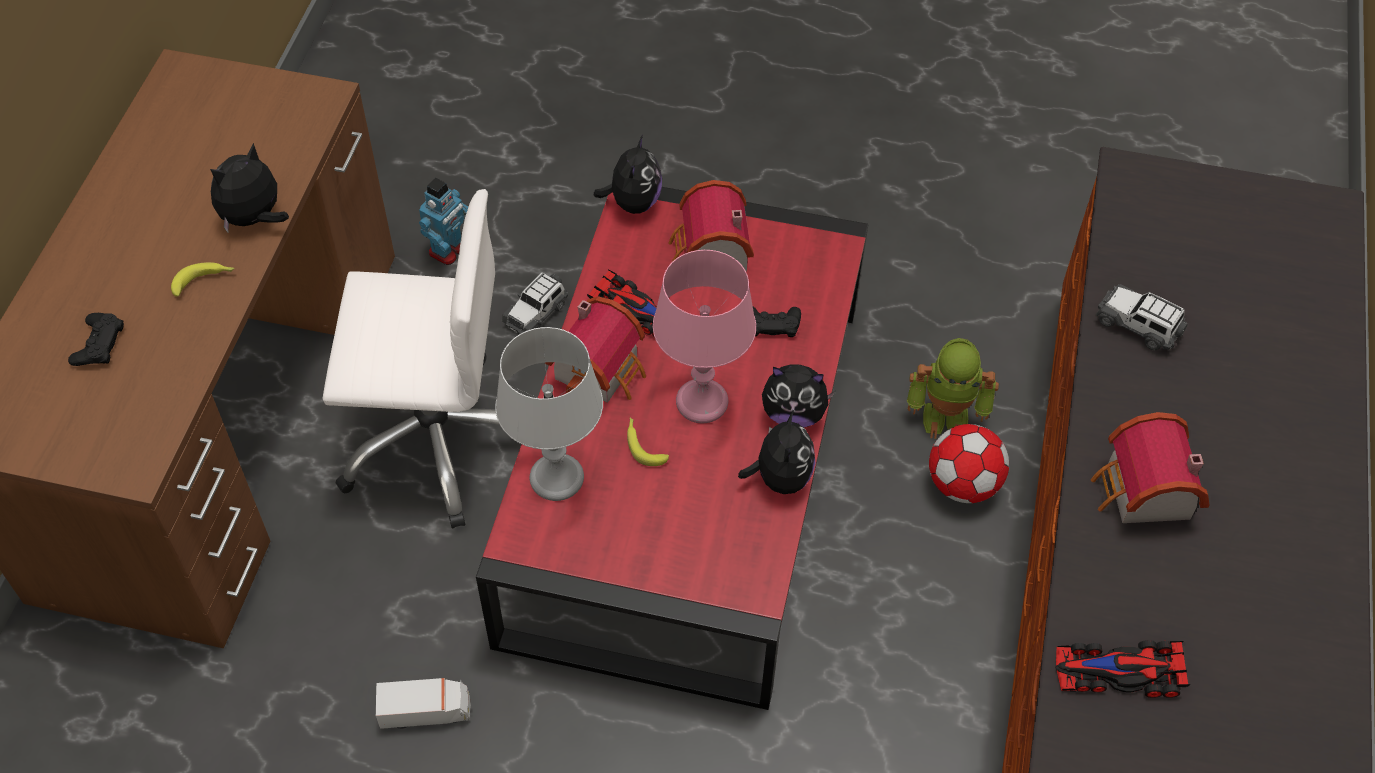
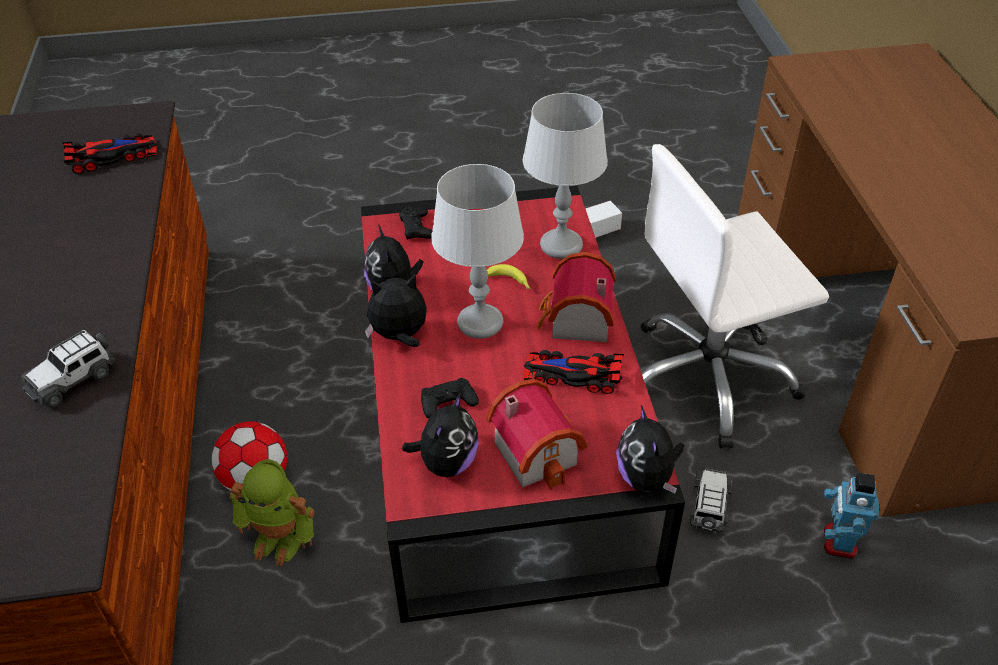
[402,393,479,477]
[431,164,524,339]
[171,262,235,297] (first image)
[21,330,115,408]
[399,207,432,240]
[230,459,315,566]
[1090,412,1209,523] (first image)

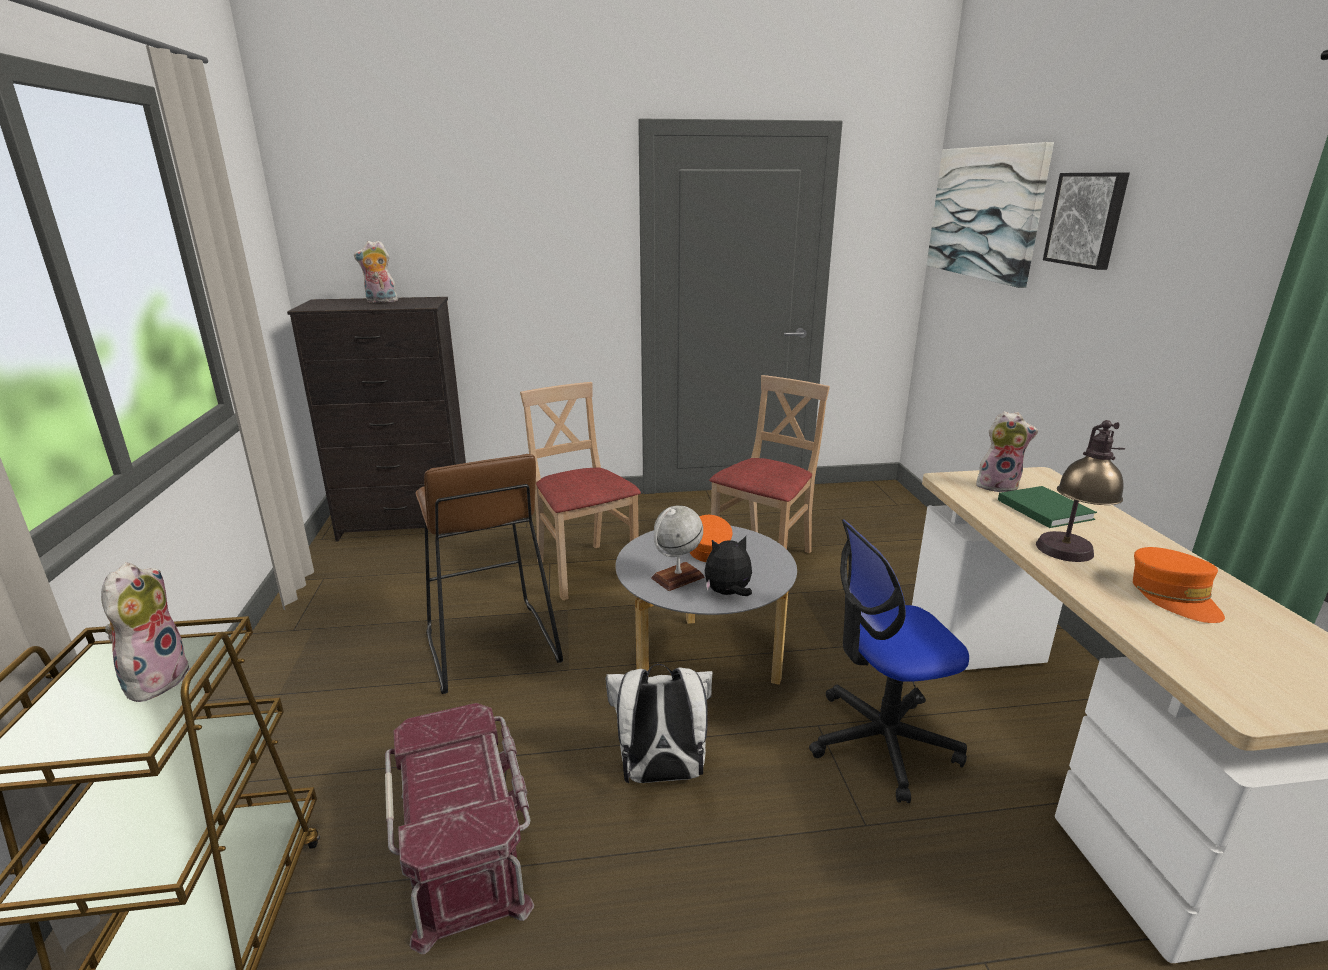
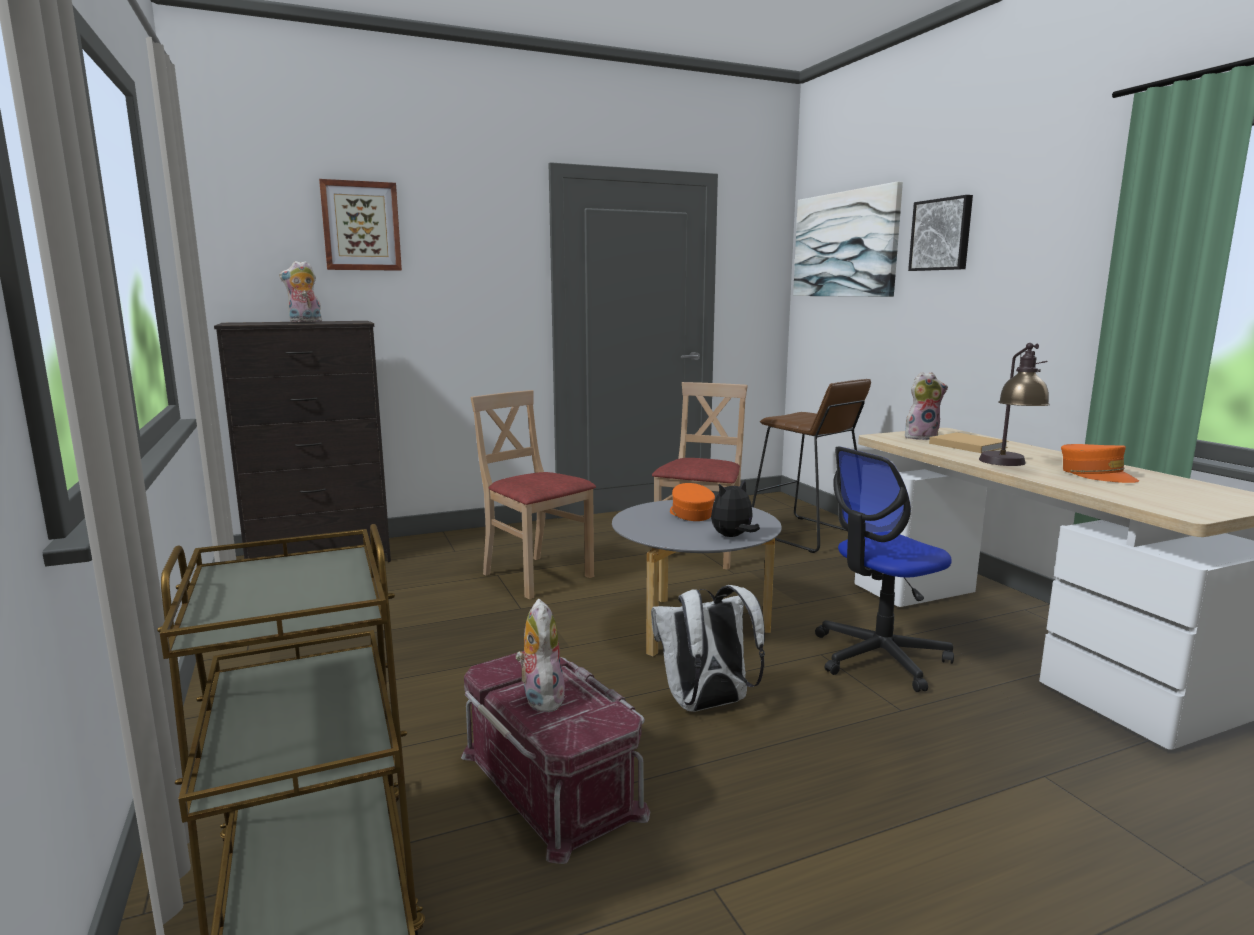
[752,379,871,553]
[929,432,1009,453]
[651,505,705,591] (first image)
[516,599,565,712]
[319,179,402,271]

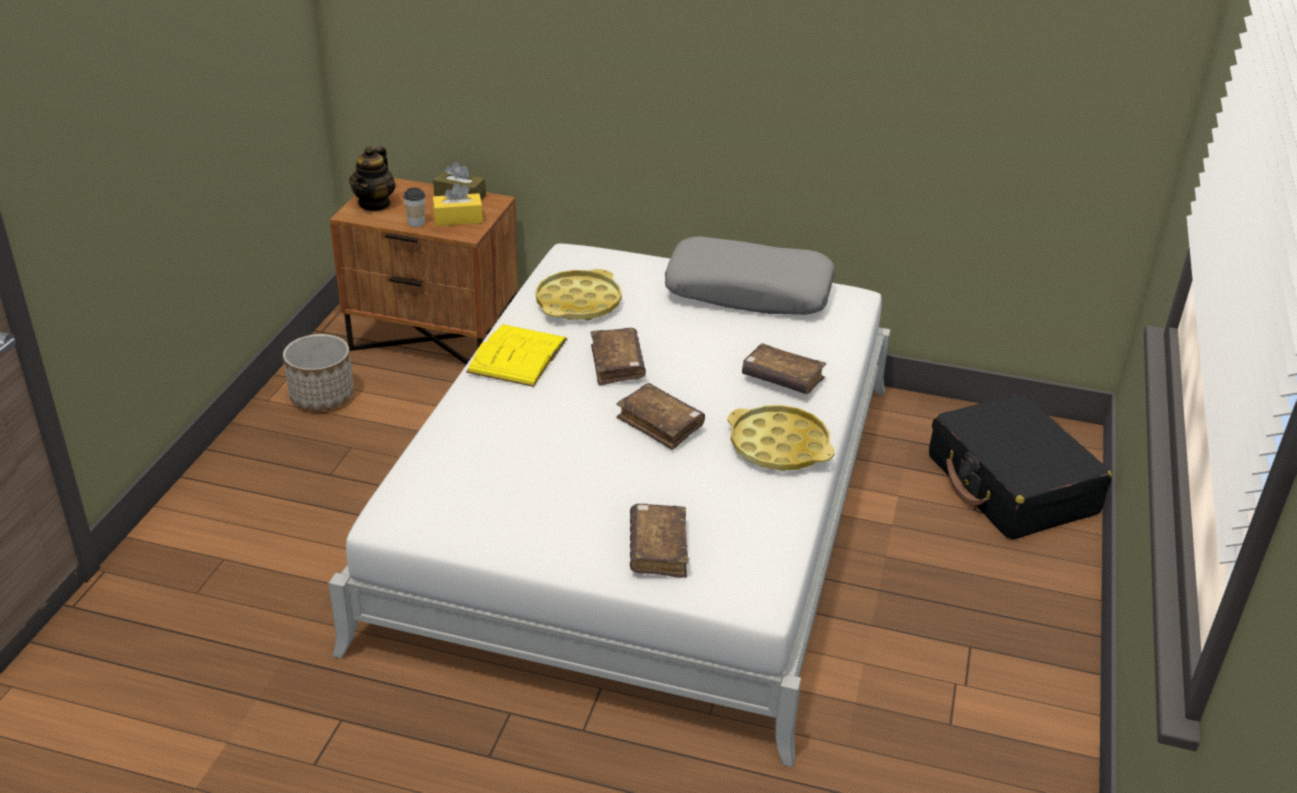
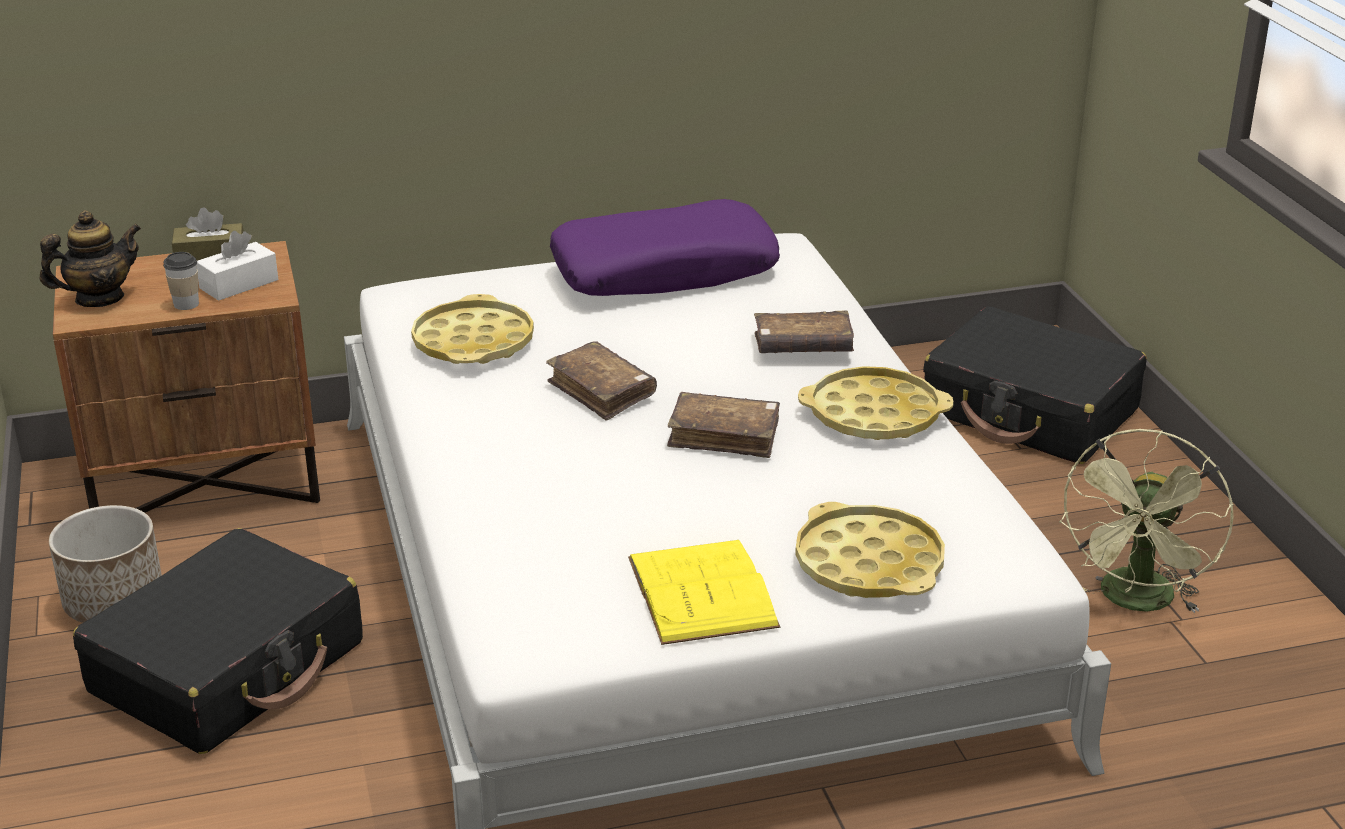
[40,210,141,307]
[197,231,278,301]
[550,199,780,296]
[628,540,780,645]
[795,502,945,598]
[1059,429,1234,613]
[73,528,363,754]

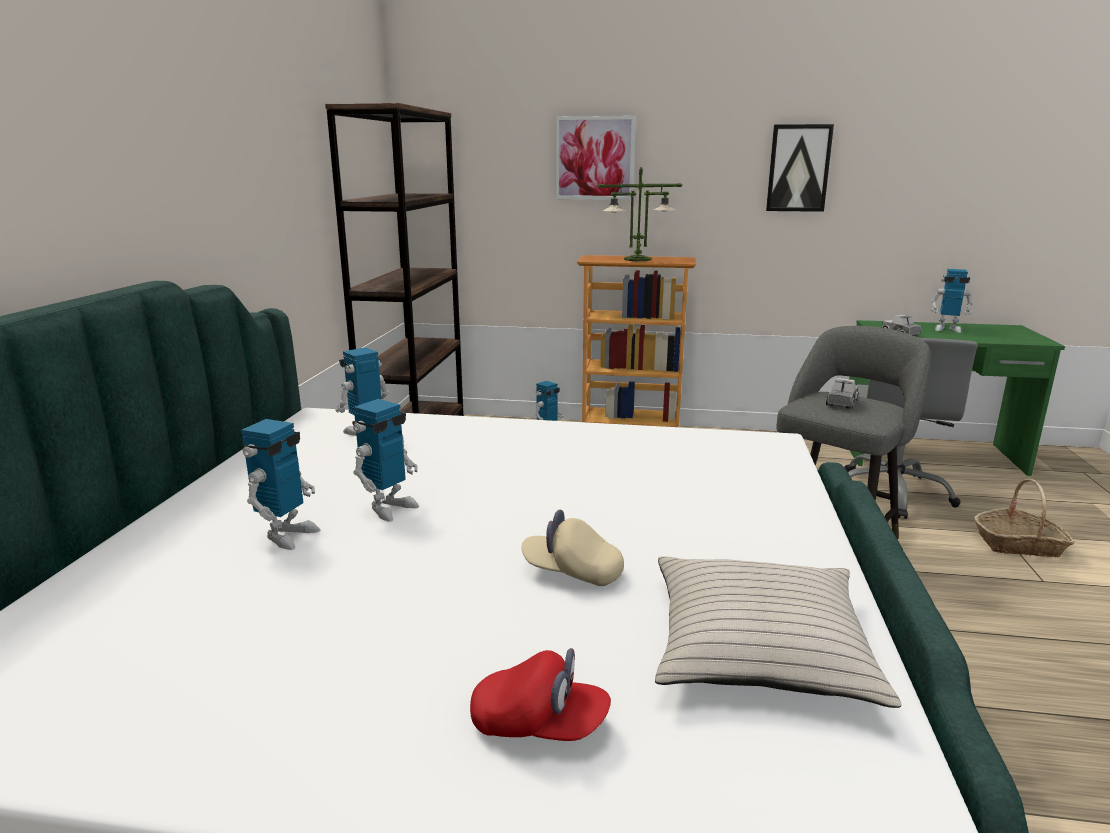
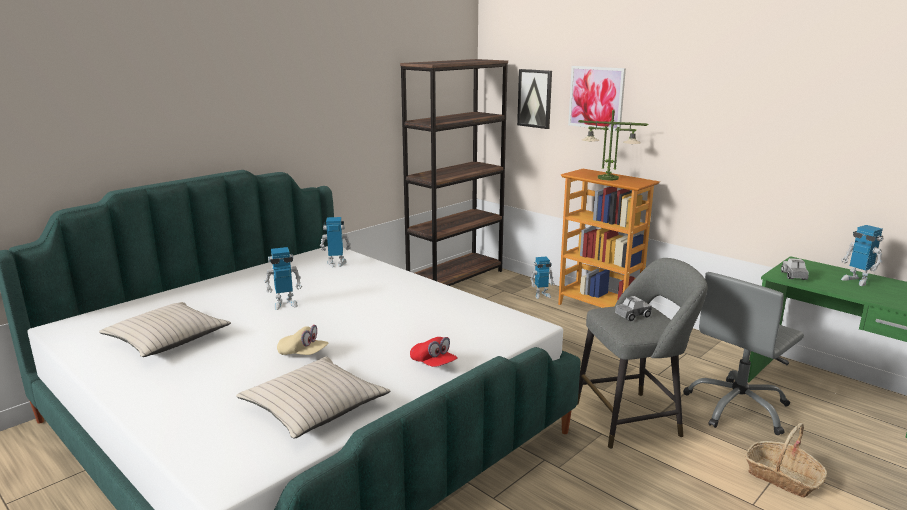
[517,69,552,129]
[241,419,320,550] (first image)
[277,325,328,355]
[410,337,458,367]
[99,302,231,357]

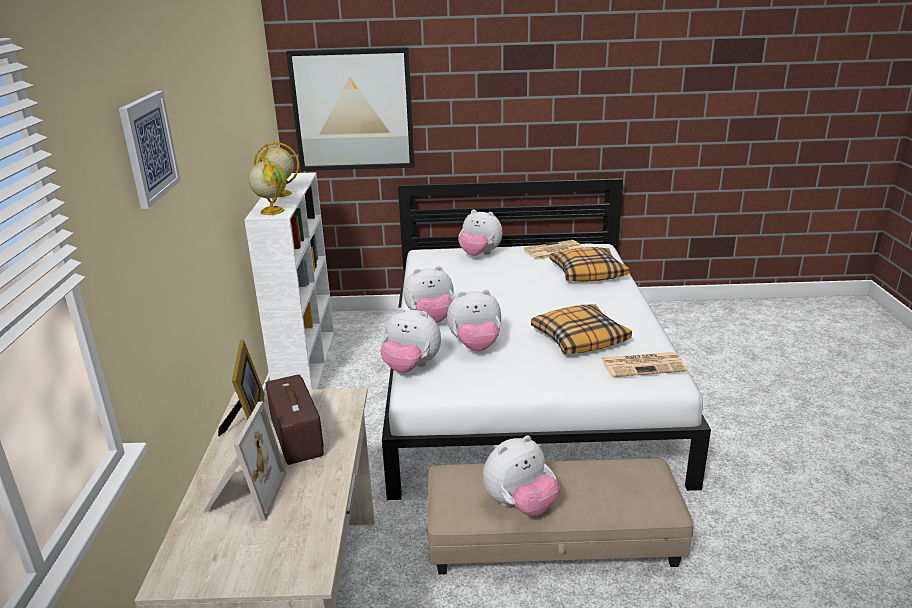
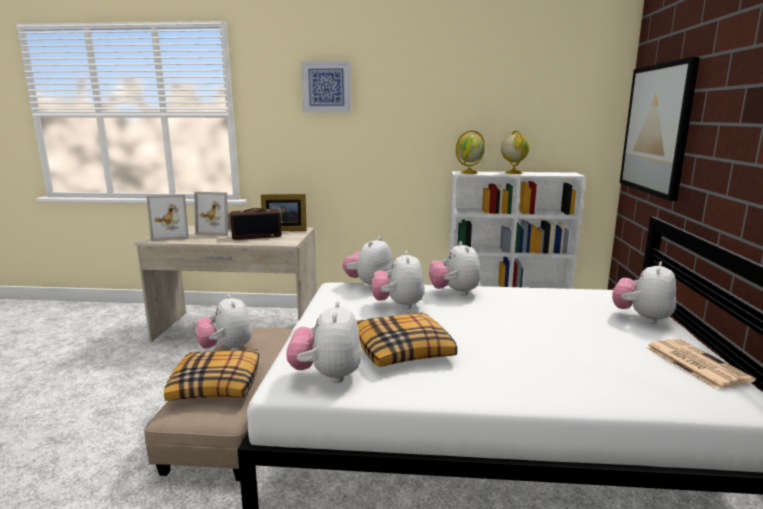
[164,350,259,401]
[286,301,362,383]
[147,194,189,241]

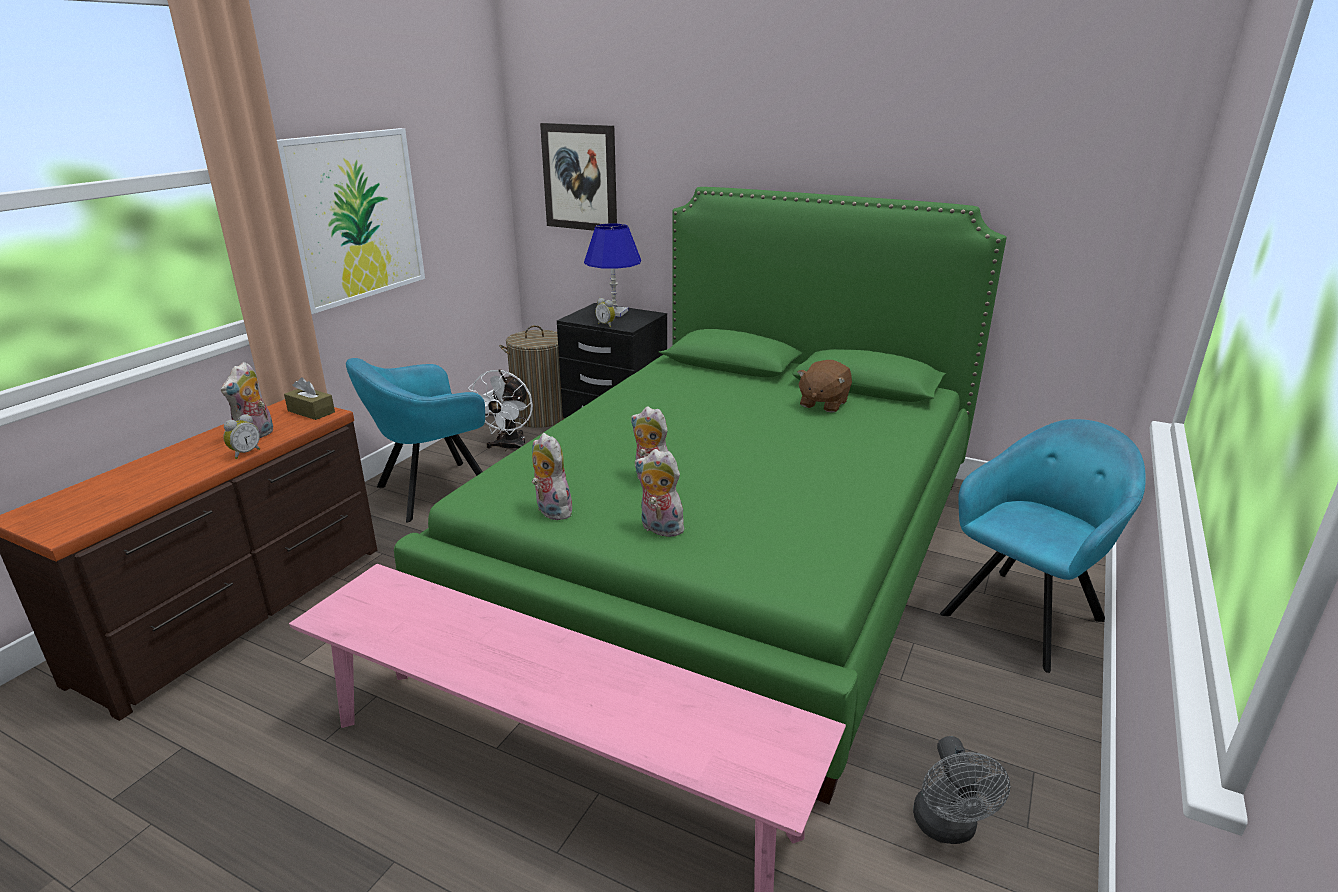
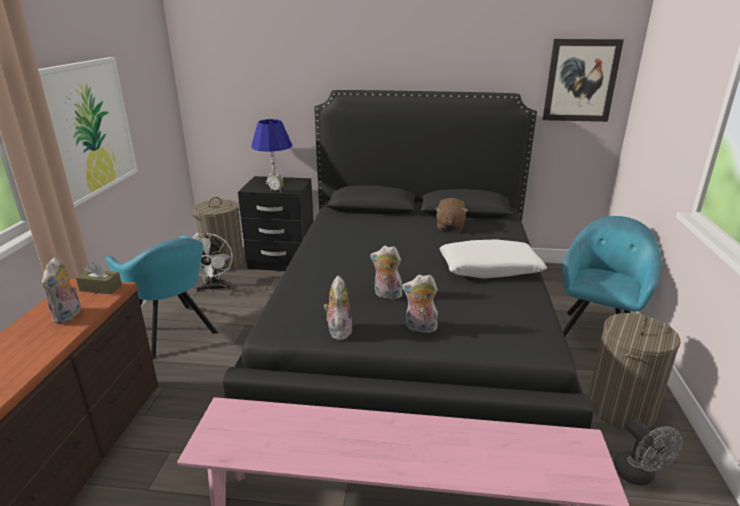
[542,39,624,122]
[223,90,593,429]
[105,235,218,359]
[223,414,260,459] (first image)
[324,275,353,340]
[439,239,547,279]
[588,313,681,430]

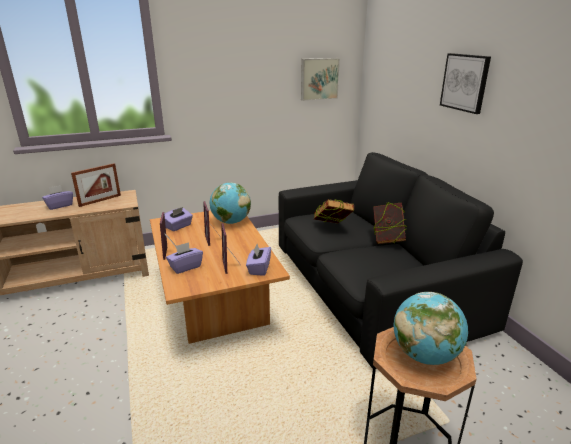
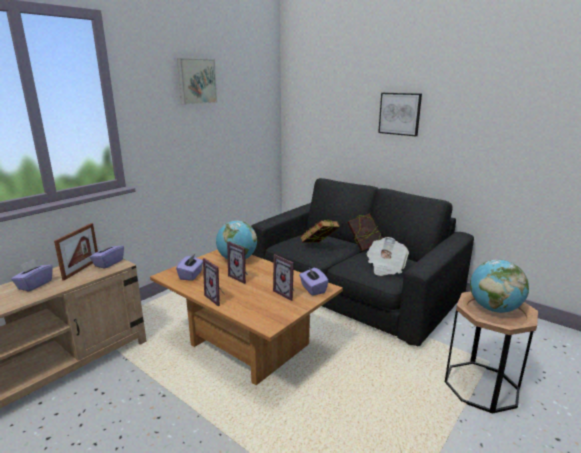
[177,58,217,105]
[90,240,124,269]
[367,237,409,276]

